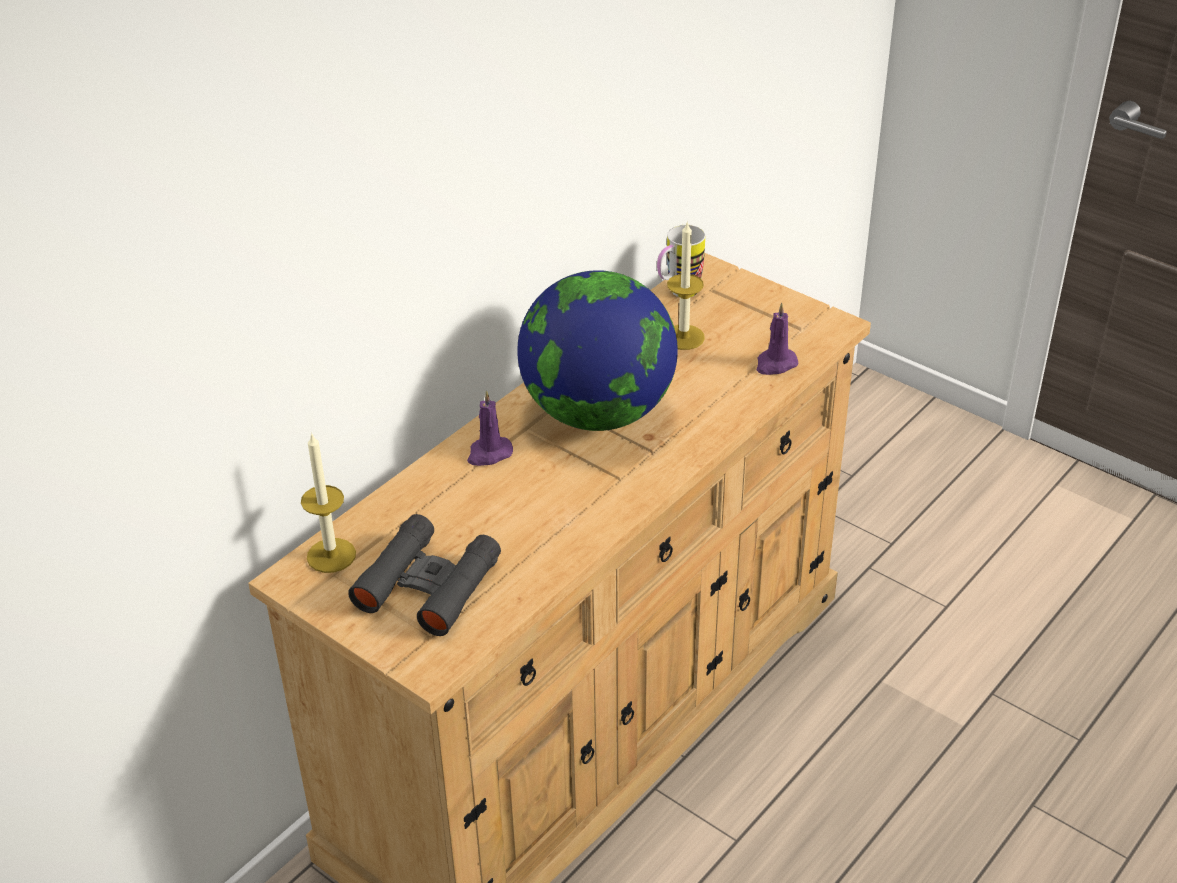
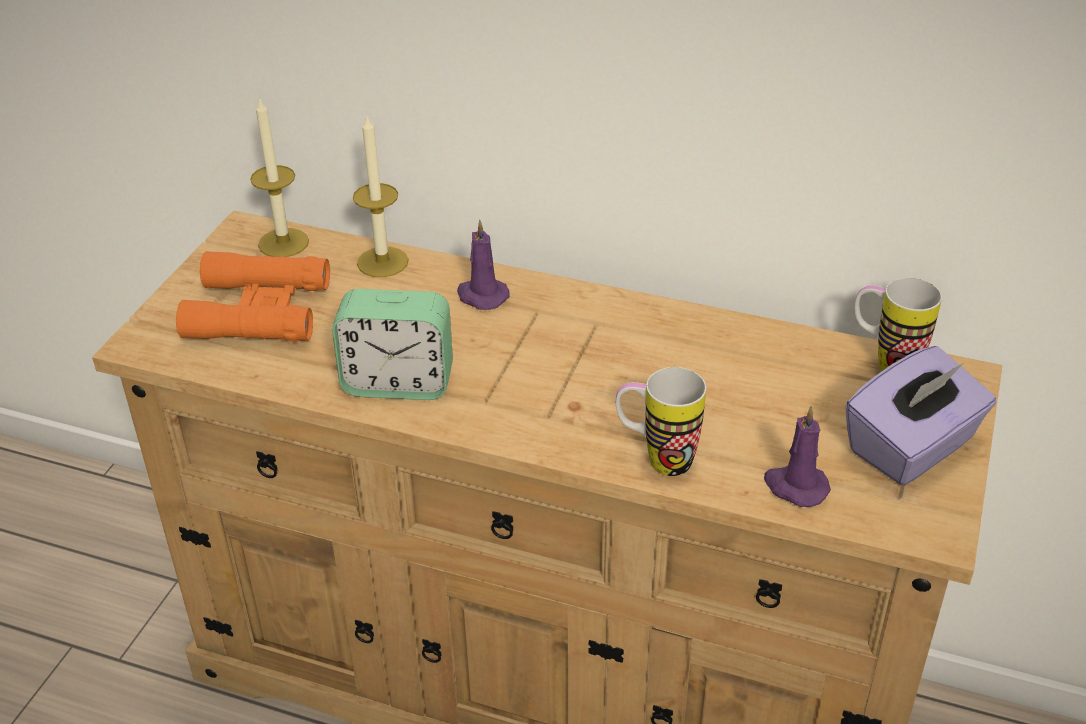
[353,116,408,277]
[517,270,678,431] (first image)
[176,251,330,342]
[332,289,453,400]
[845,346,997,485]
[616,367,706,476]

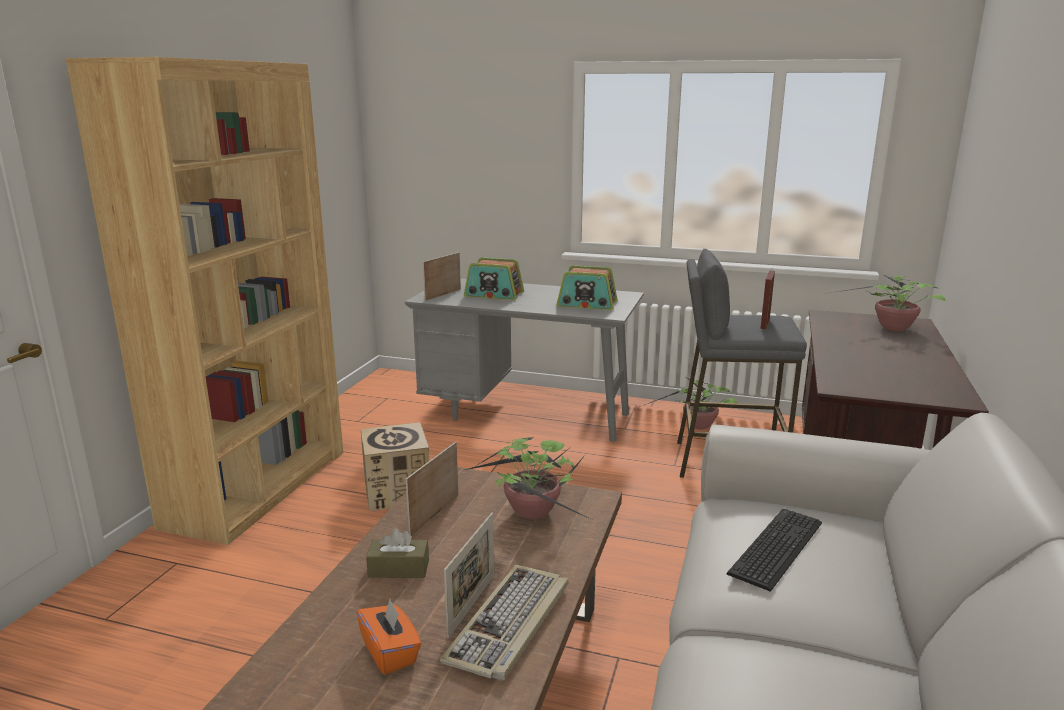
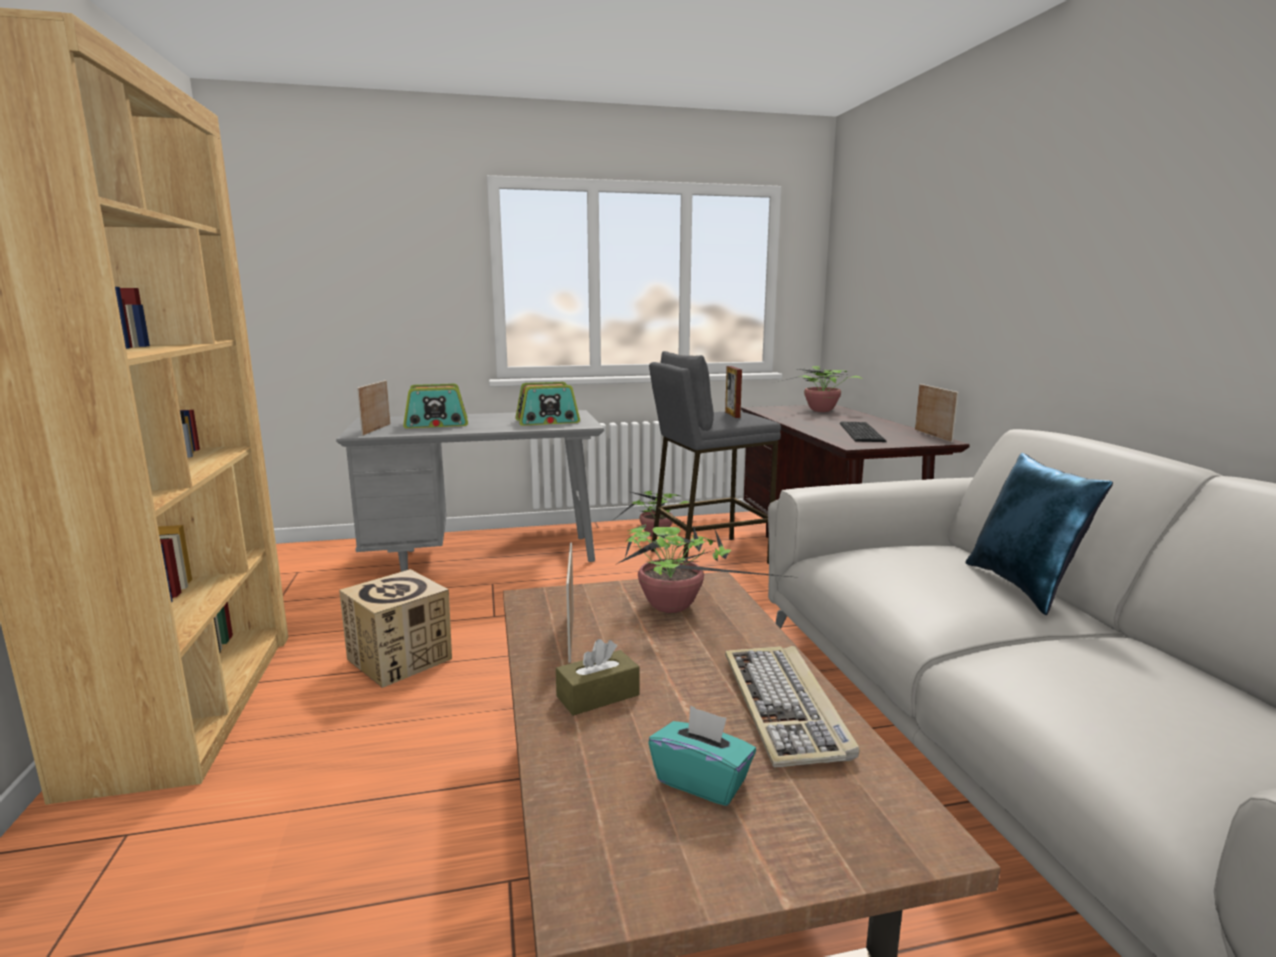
[840,422,887,442]
[915,384,959,442]
[649,705,756,806]
[966,453,1113,615]

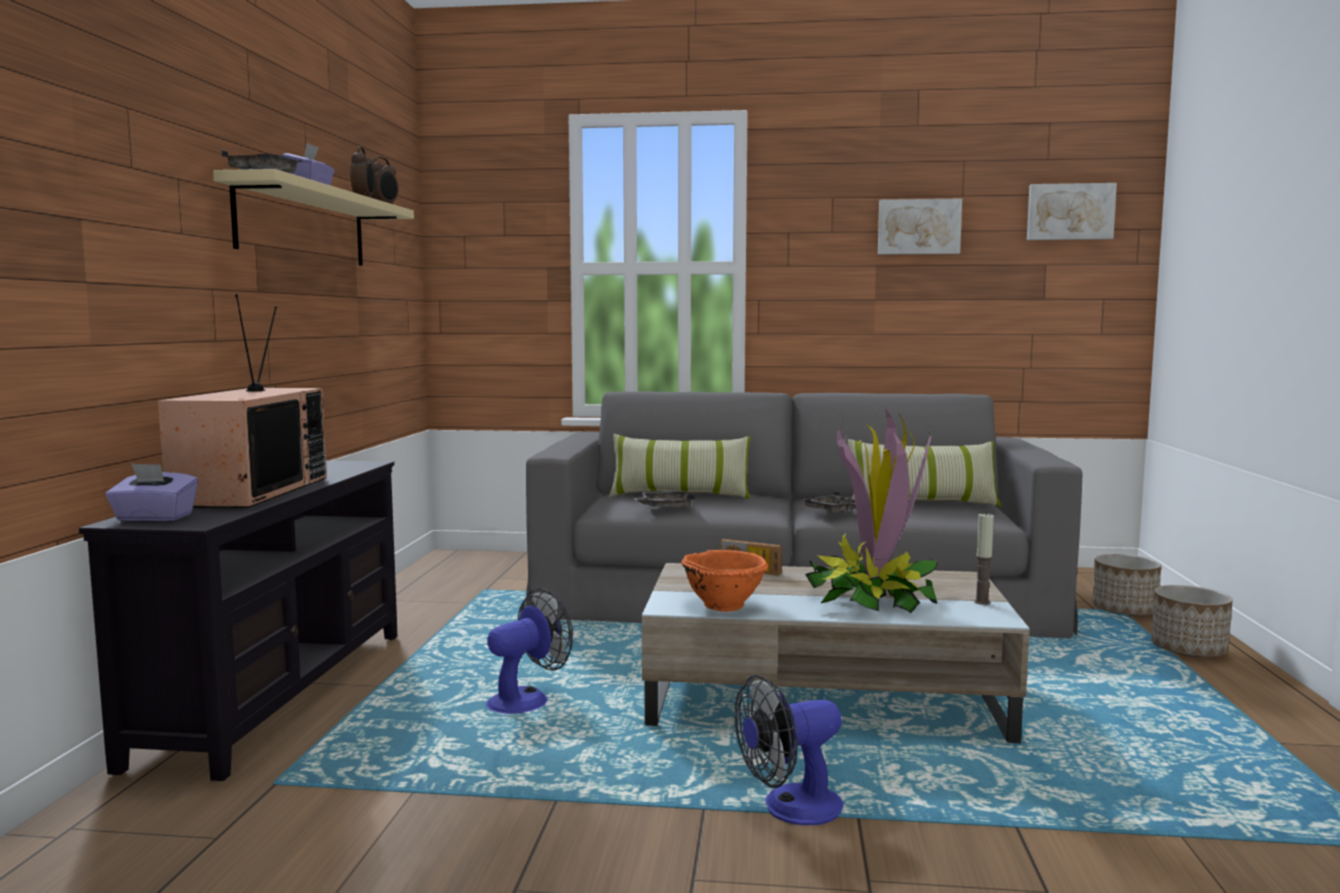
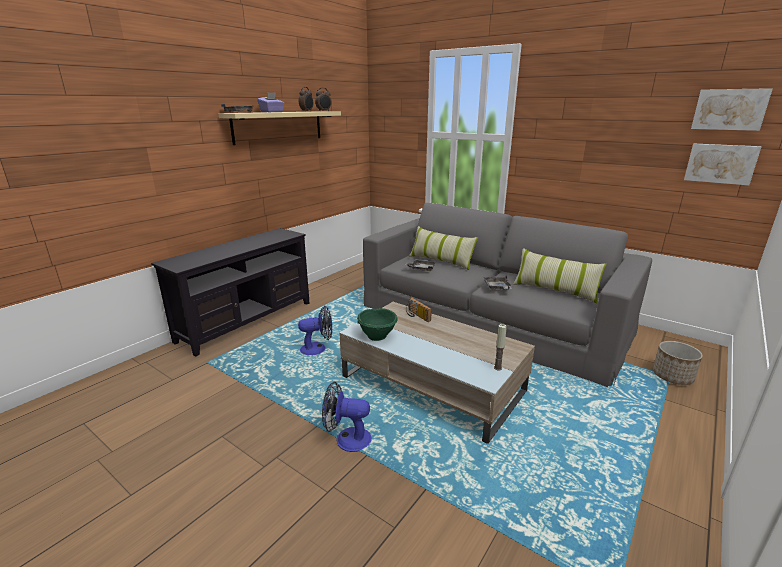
[684,144,761,185]
[158,294,327,508] (first image)
[805,408,938,613] (first image)
[106,463,198,521] (first image)
[357,308,398,341]
[1151,585,1233,657] (first image)

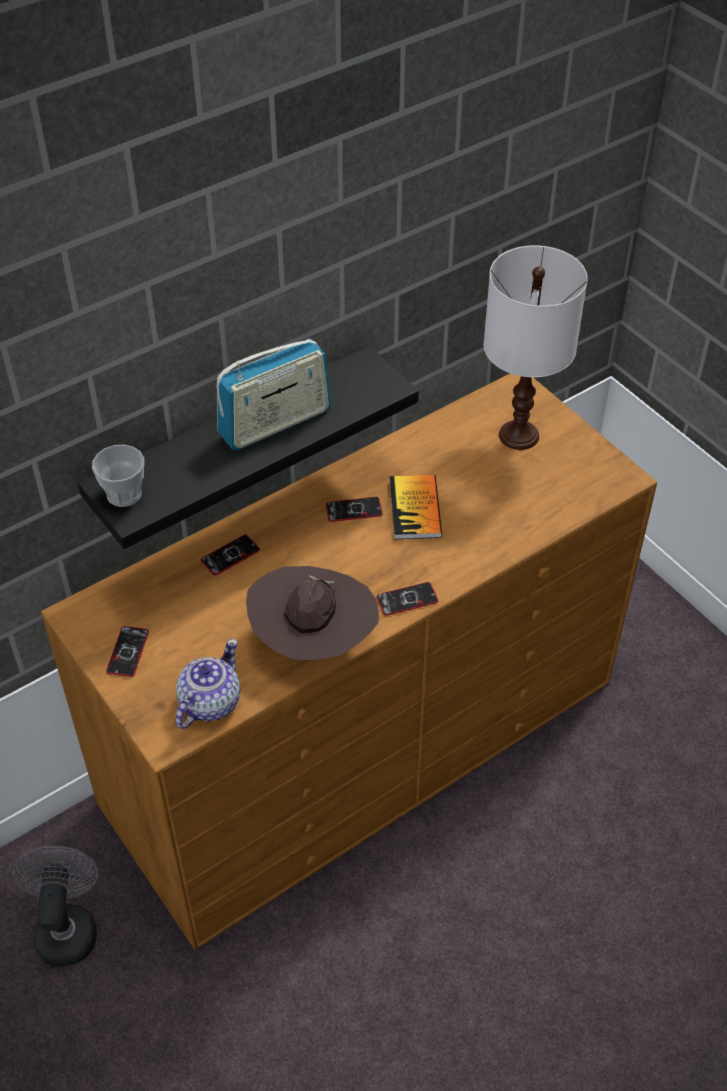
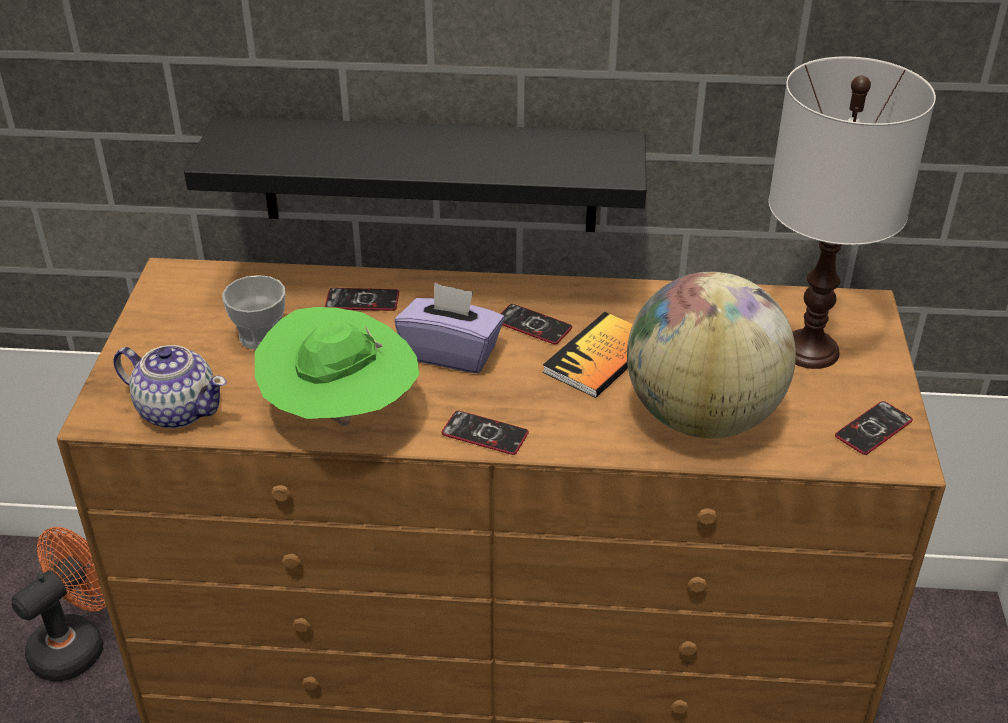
[217,339,331,450] (first image)
[222,275,285,350]
[255,307,419,426]
[835,401,913,455]
[114,345,227,428]
[11,527,107,682]
[627,272,796,438]
[395,282,505,373]

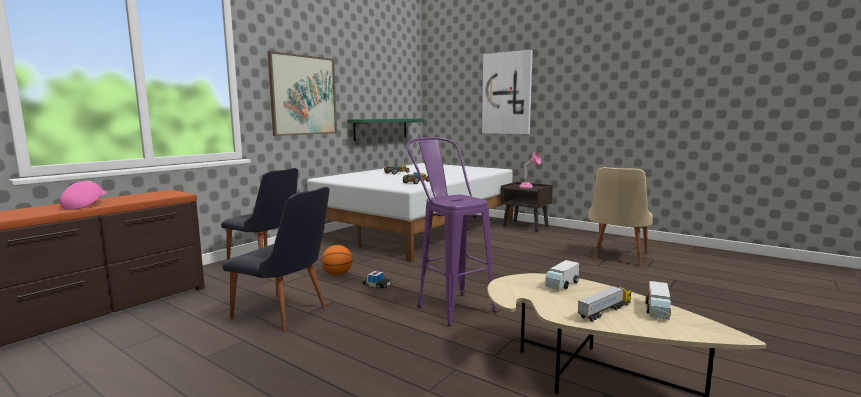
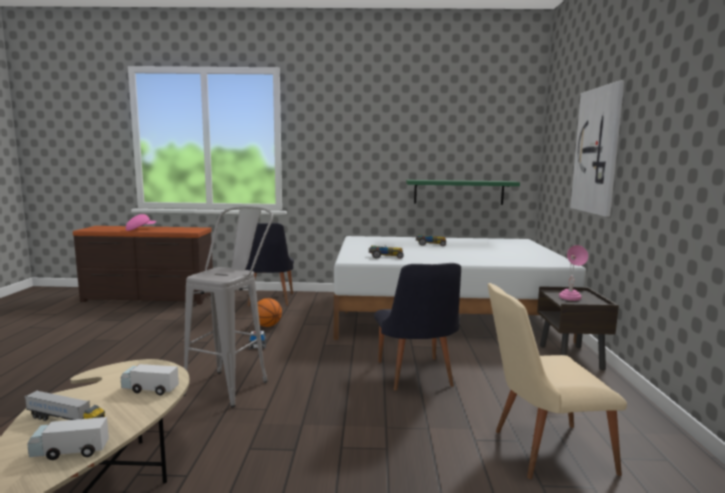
[267,51,337,136] (first image)
[184,206,273,408]
[374,263,461,391]

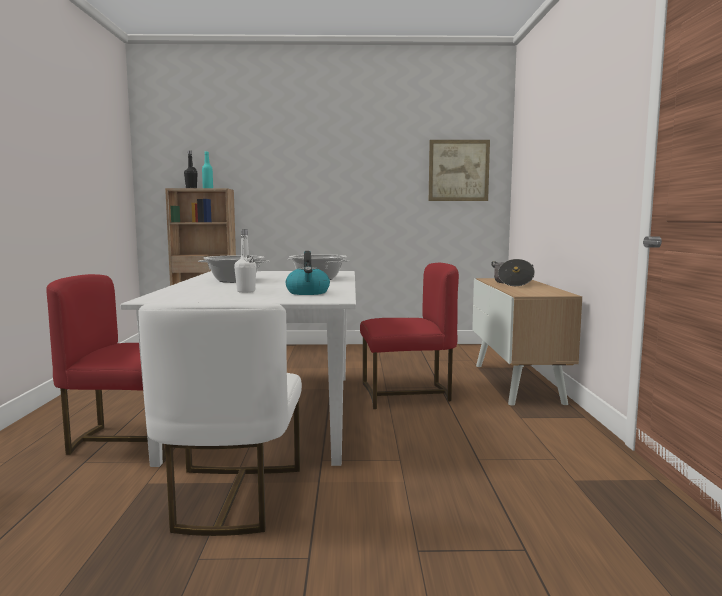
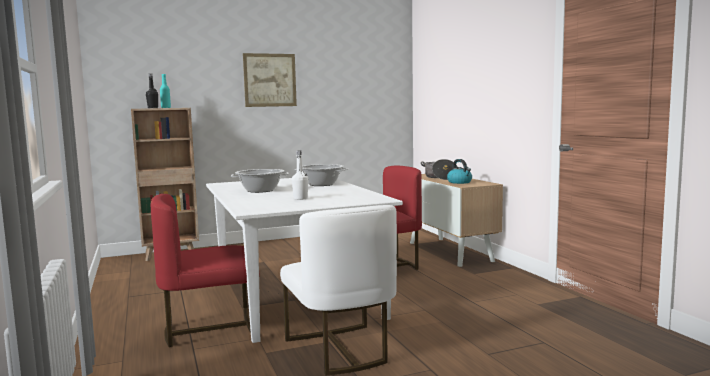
[243,53,297,107]
[447,159,472,184]

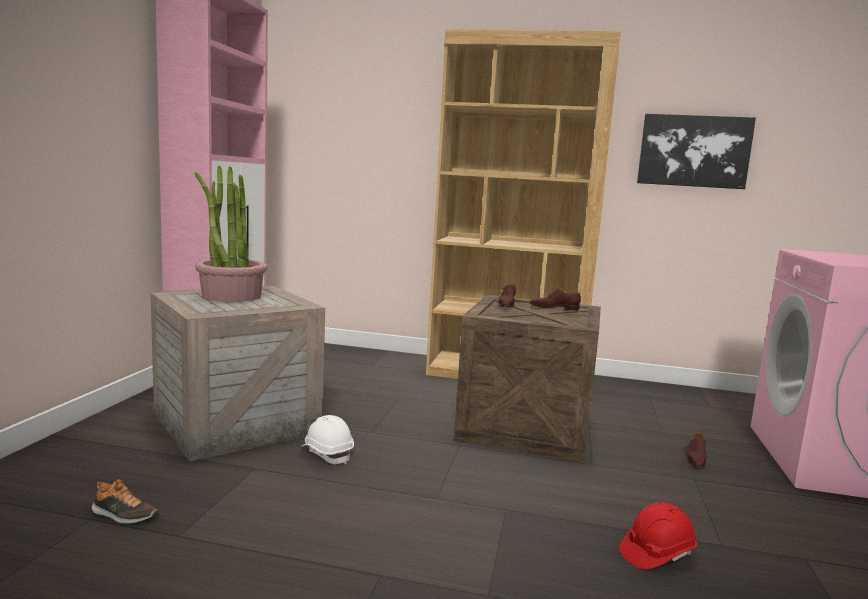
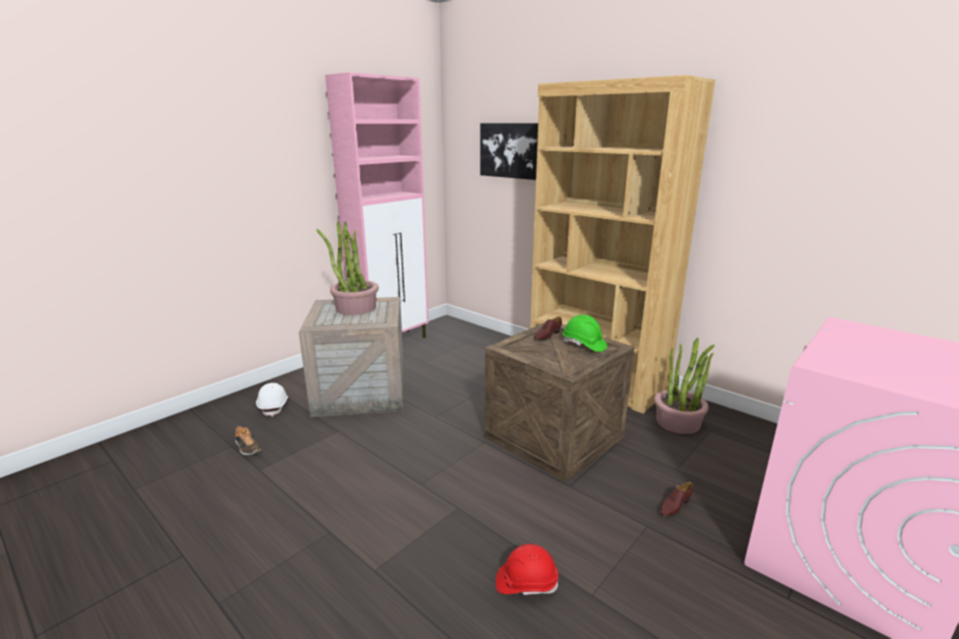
[480,123,538,180]
[563,315,607,352]
[256,383,288,417]
[654,338,715,434]

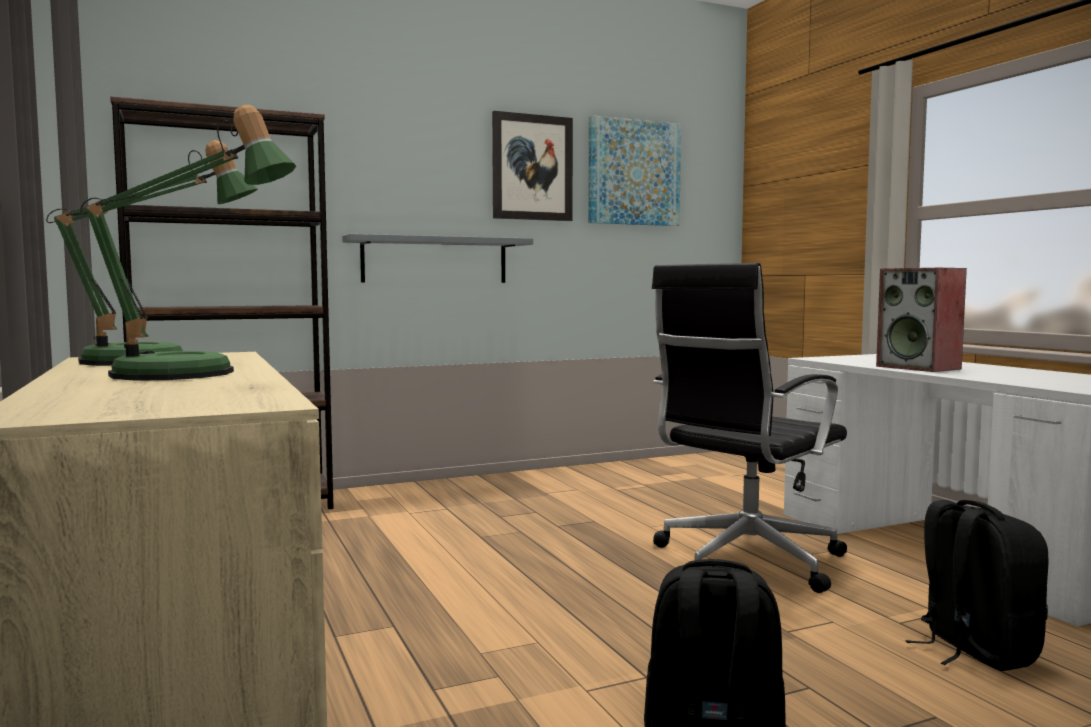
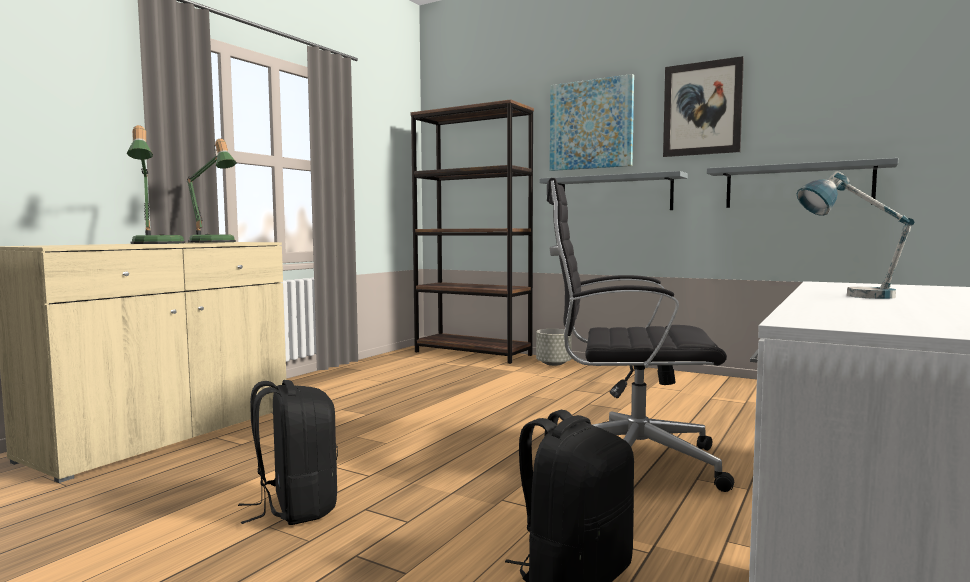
[550,74,634,171]
[797,171,914,299]
[707,158,898,208]
[536,329,572,366]

